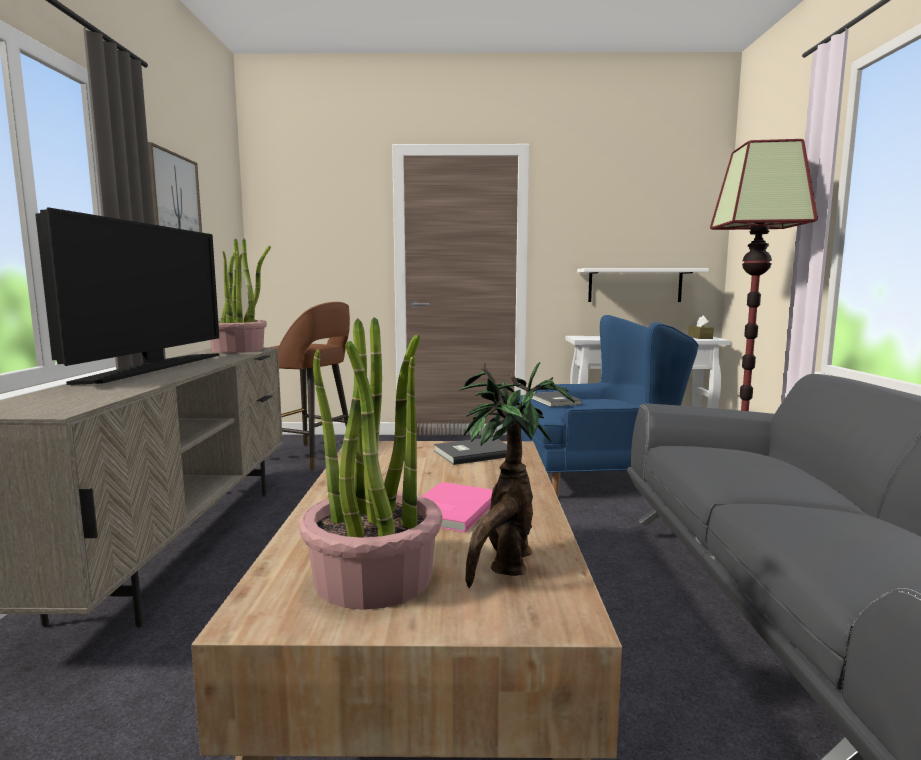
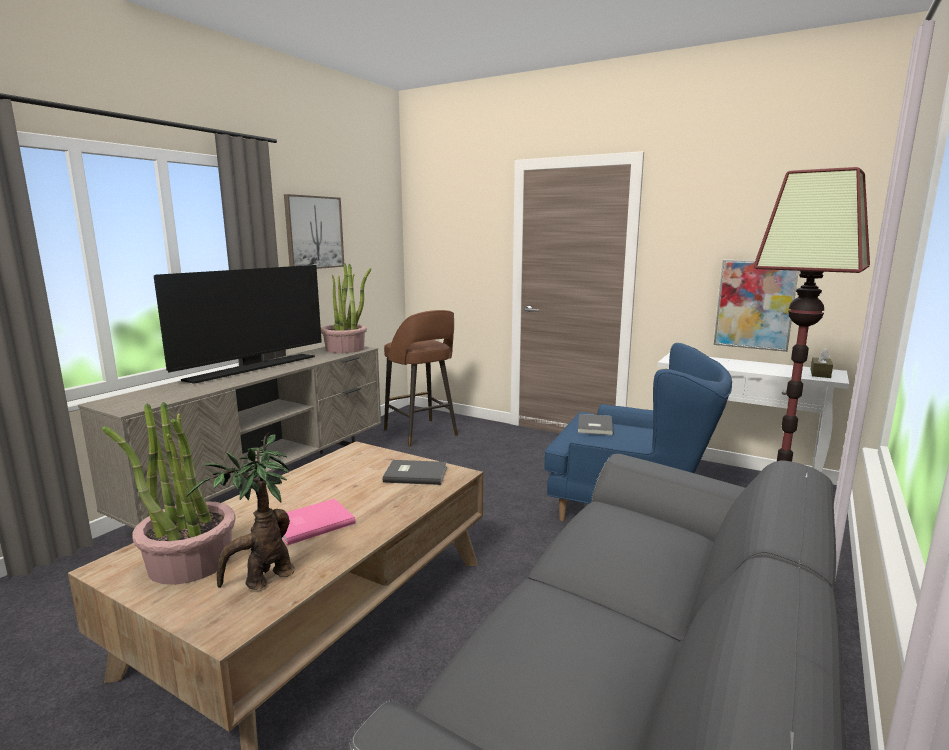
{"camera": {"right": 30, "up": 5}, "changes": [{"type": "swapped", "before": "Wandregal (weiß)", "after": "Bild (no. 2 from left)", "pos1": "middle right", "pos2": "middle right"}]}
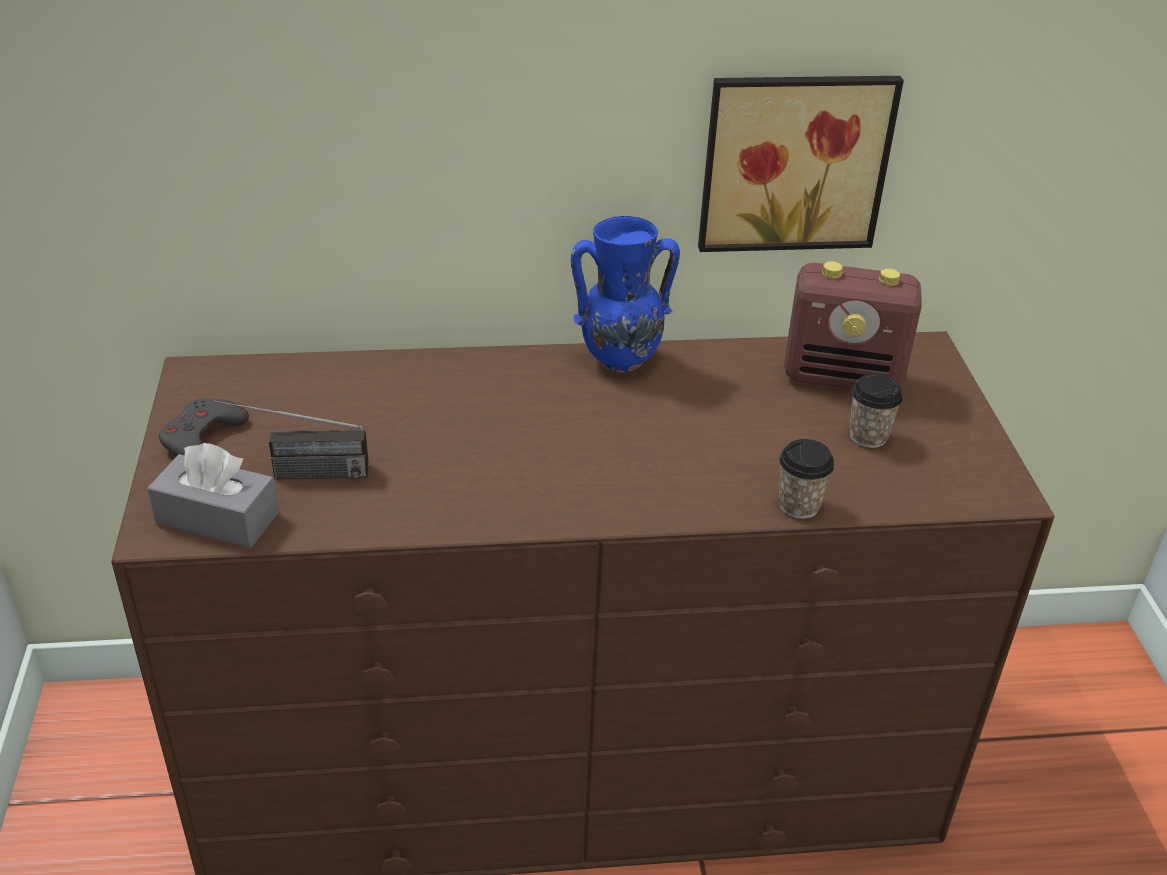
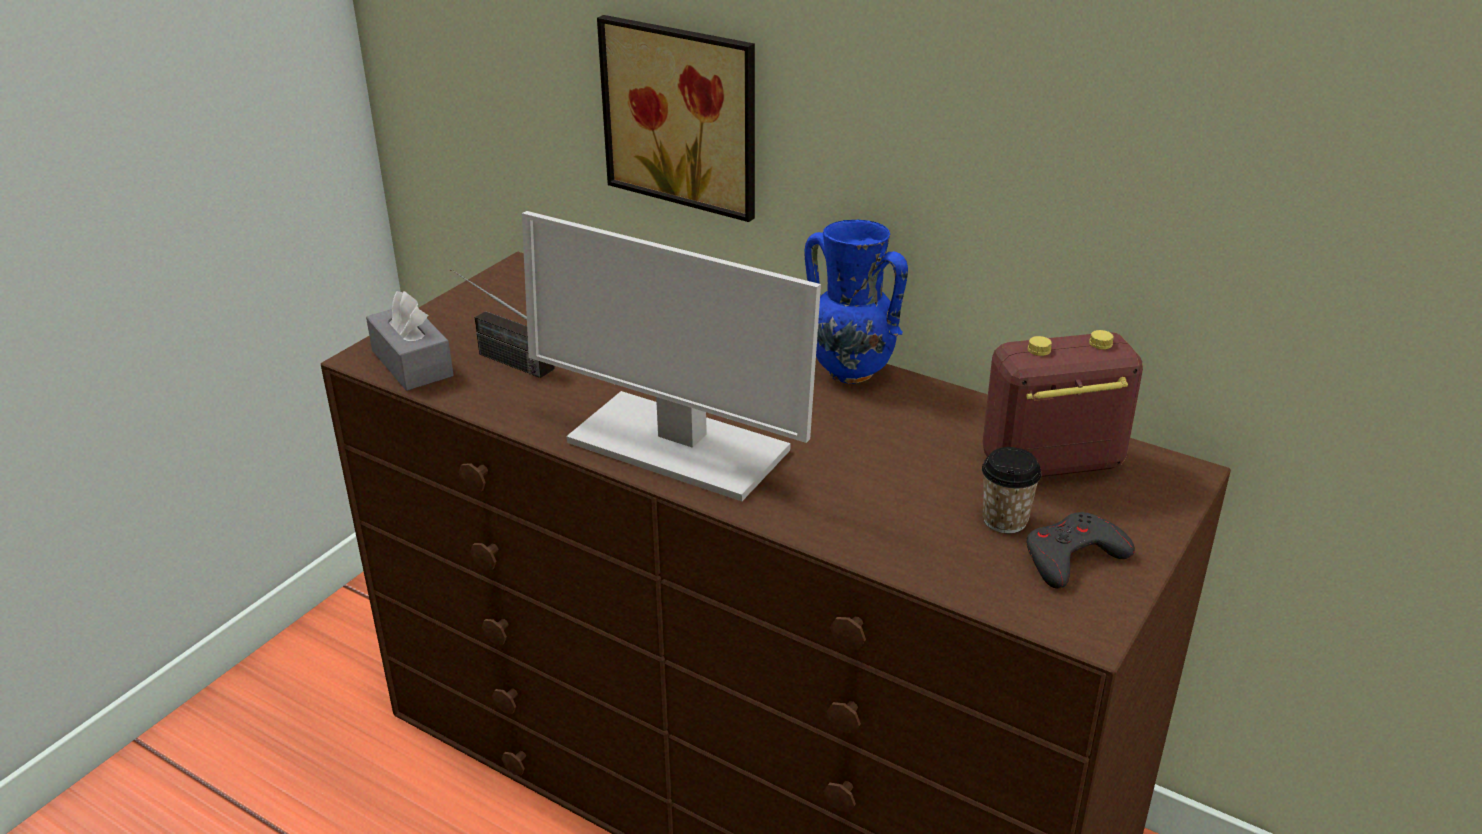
{"camera": {"right": 40, "up": -5}, "changes": [{"type": "new", "after": "Monitor", "pos2": "centre"}, {"type": "shifted", "before": "Bild", "pos1": "top right", "pos2": "top centre"}, {"type": "rotated", "before": "Radio (no. 2 from left)", "pos1": "middle right", "pos2": "middle right", "turn": 120}, {"type": "shifted", "before": "Gamepad (grau)", "pos1": "middle left", "pos2": "middle right"}, {"type": "gone", "before": "Tasse (no. 1 from left)", "pos1": "middle right"}]}
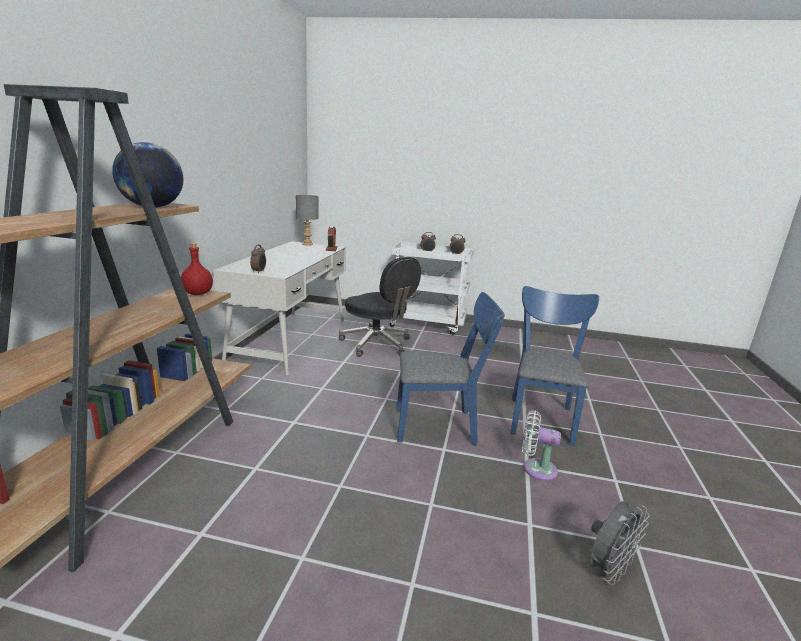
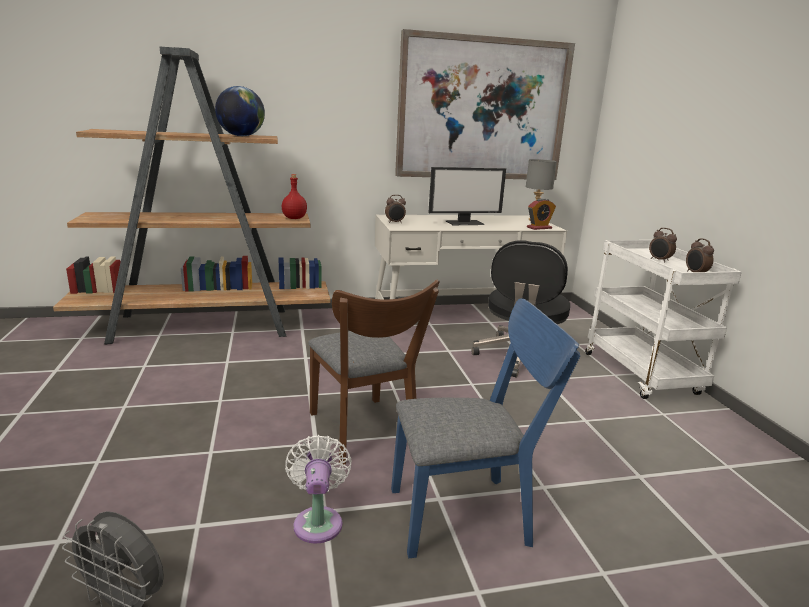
{"camera": {"right": 65, "up": 0}, "changes": [{"type": "repainted", "before": "Stuhl (blau) (no. 1 from left)", "after": "Stuhl (braun)", "pos1": "centre", "pos2": "centre"}, {"type": "new", "after": "Bild", "pos2": "top centre"}, {"type": "new", "after": "Monitor", "pos2": "top centre"}]}
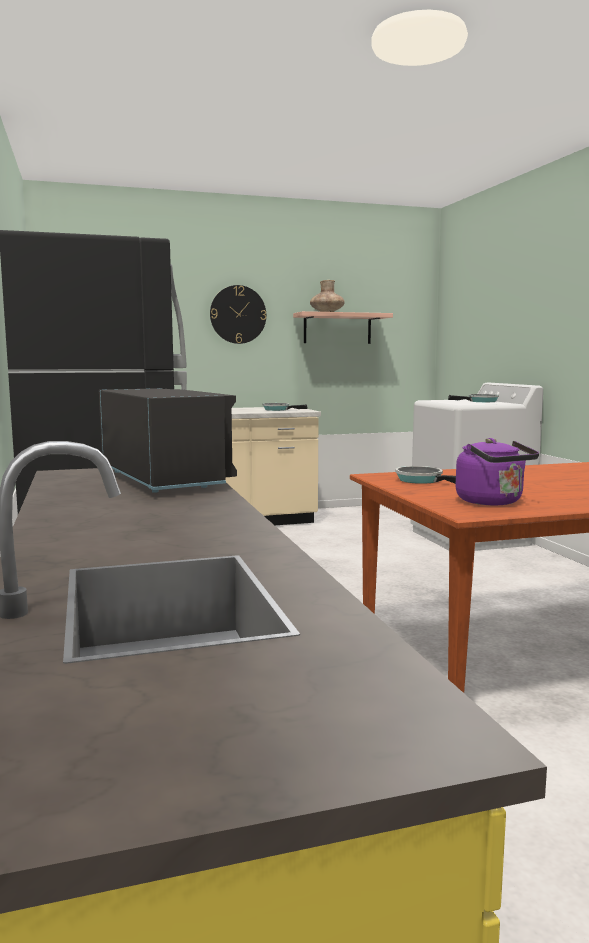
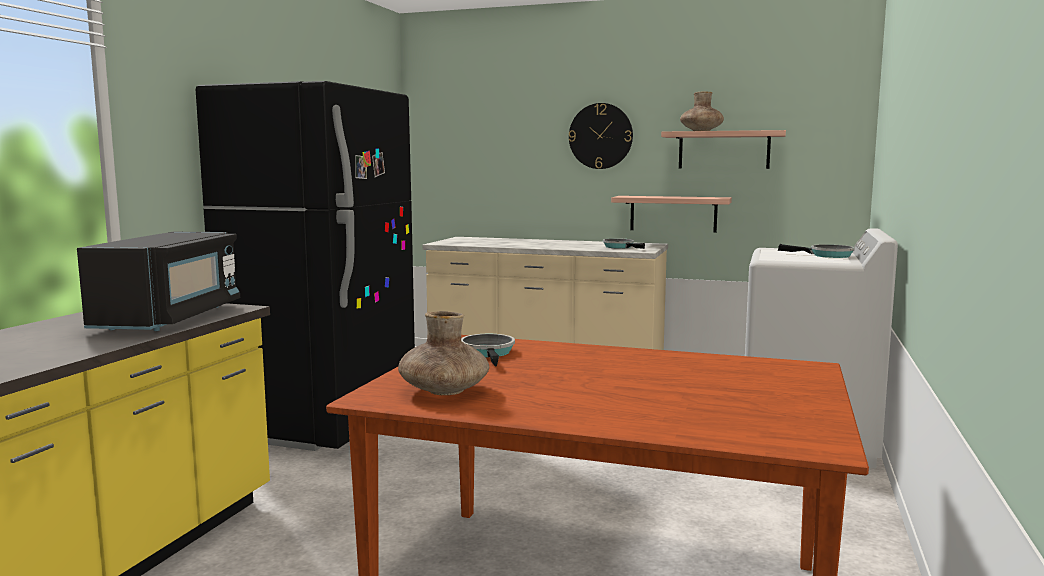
{"camera": {"right": 35, "up": 0}, "changes": [{"type": "swapped", "before": "Wasserkessel (lila)", "after": "Vase (braun) (no. 1 from left)", "pos1": "middle right", "pos2": "centre"}, {"type": "new", "after": "Wandregal (no. 1 from left)", "pos2": "centre"}]}
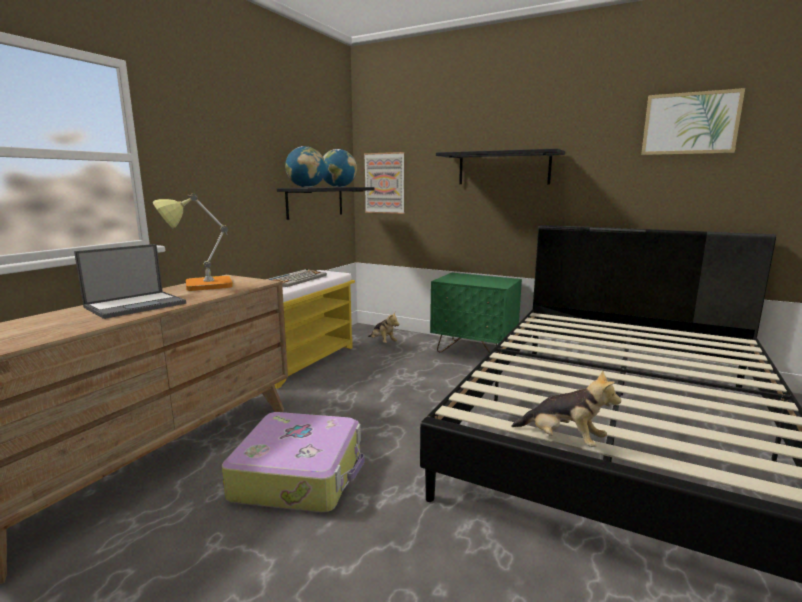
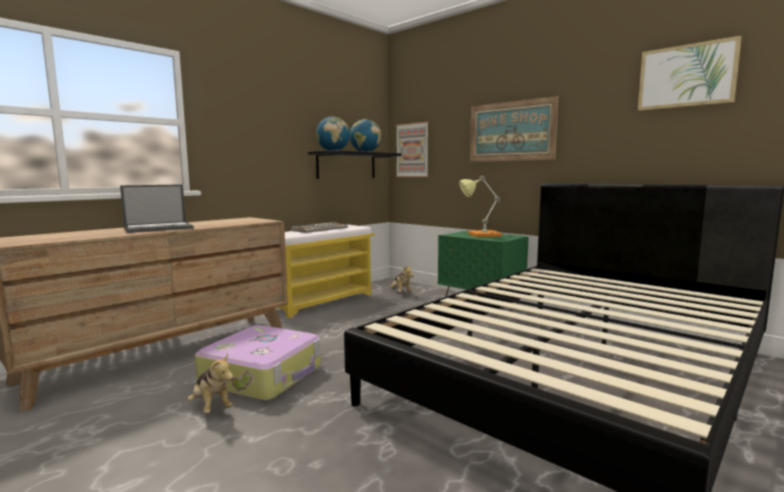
{"camera": {"right": 15, "up": -5}, "changes": [{"type": "shifted", "before": "Plüschtier (no. 2 from left in the first image)", "after": "Plüschtier (no. 1 from left)", "pos1": "bottom right", "pos2": "bottom left"}, {"type": "shifted", "before": "Tischlampe", "pos1": "middle left", "pos2": "centre"}, {"type": "swapped", "before": "Wandregal (schwarz) (no. 2 from left)", "after": "Bild (no. 2 from left)", "pos1": "top centre", "pos2": "top centre"}]}
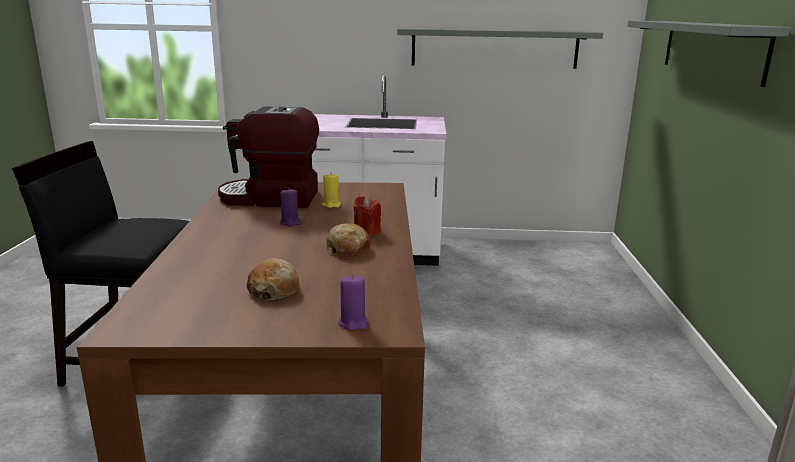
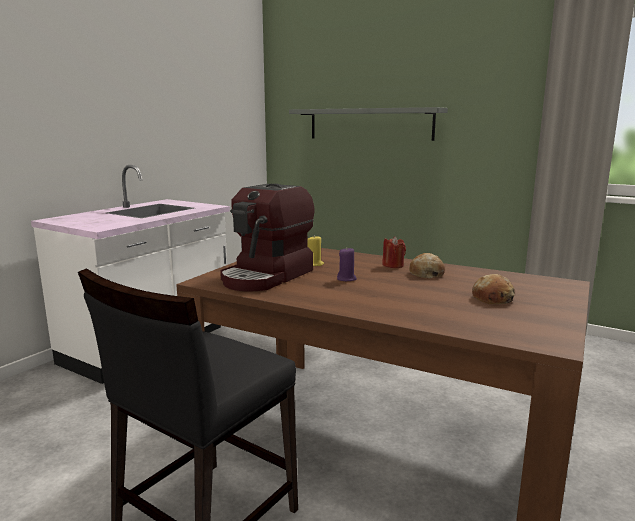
{"camera": {"right": -60, "up": -5}, "changes": [{"type": "gone", "before": "Kerze (lila) (no. 2 from left)", "pos1": "centre"}, {"type": "gone", "before": "Wandregal (grau) (no. 1 from left)", "pos1": "top centre"}]}
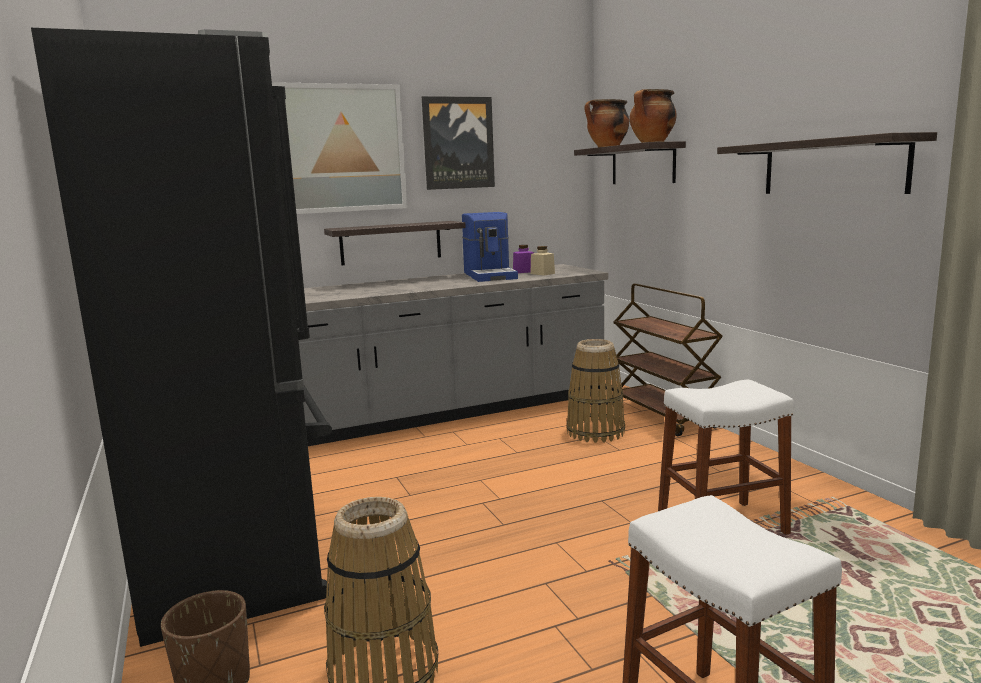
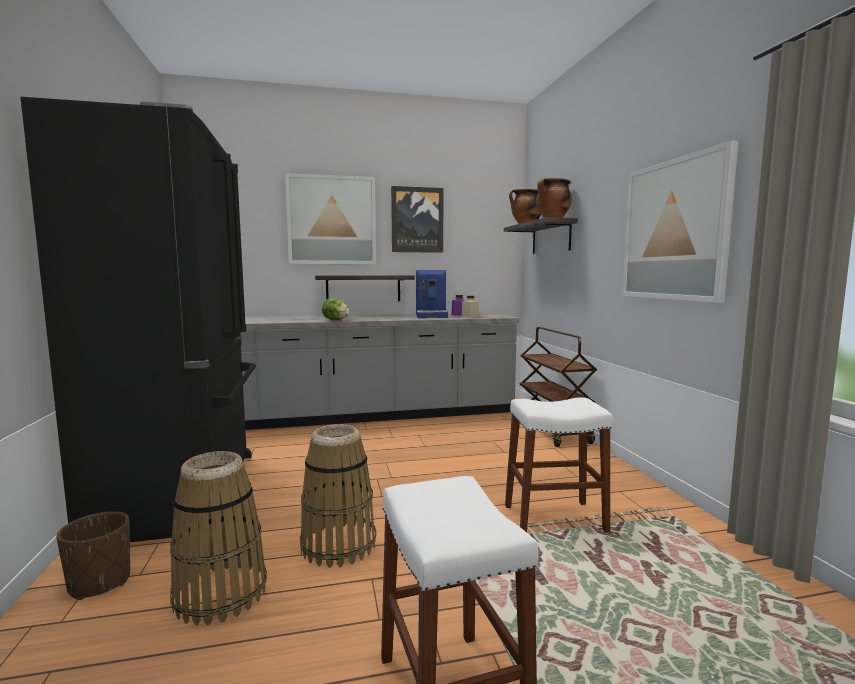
{"camera": {"right": 10, "up": -5}, "changes": [{"type": "shifted", "before": "Korb (no. 2 from left)", "pos1": "centre", "pos2": "bottom centre"}, {"type": "new", "after": "Salatkopf", "pos2": "centre"}, {"type": "swapped", "before": "Wandregal (no. 3 from left)", "after": "Bild (no. 3 from left)", "pos1": "top right", "pos2": "top right"}]}
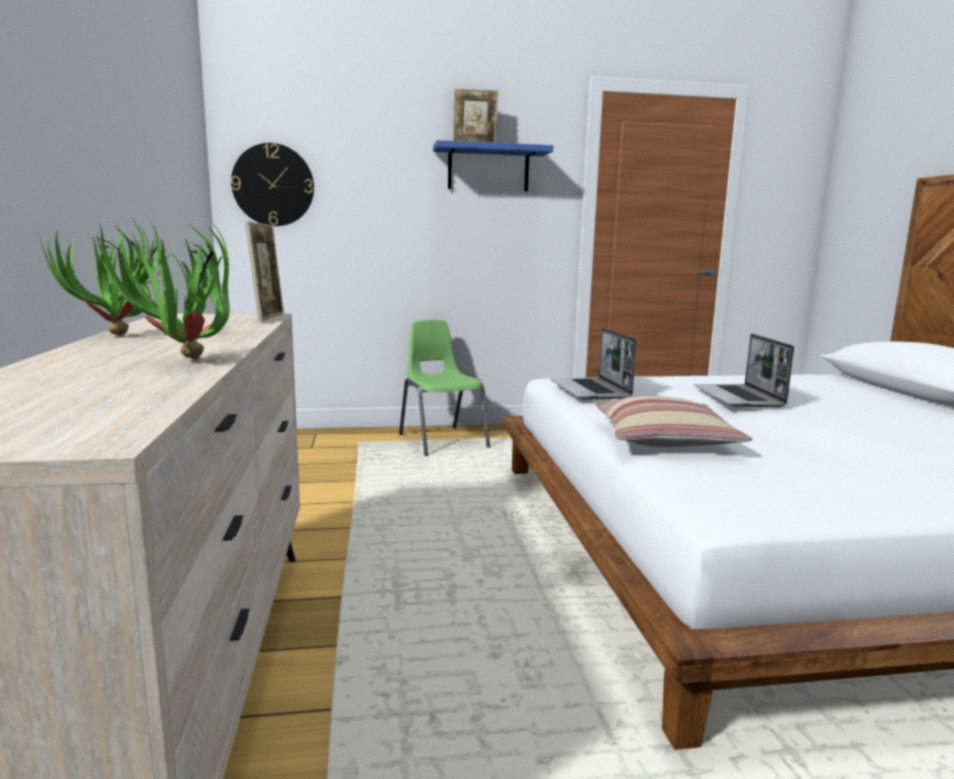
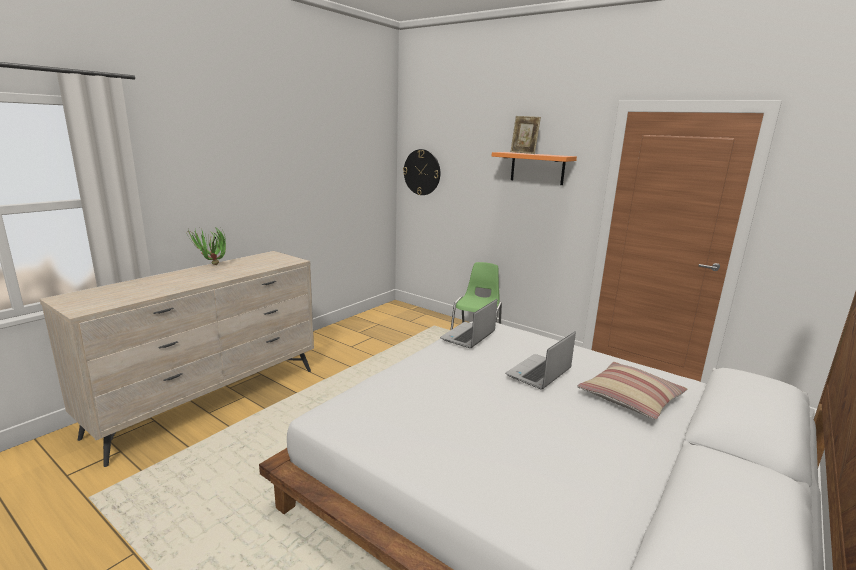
{"camera": {"right": 45, "up": 5}, "changes": [{"type": "repainted", "before": "Wandregal (blau)", "after": "Wandregal (orange)", "pos1": "top centre", "pos2": "top centre"}, {"type": "shifted", "before": "Kissen", "pos1": "middle right", "pos2": "bottom right"}, {"type": "gone", "before": "Topfpflanze (no. 2 from left)", "pos1": "middle left"}, {"type": "gone", "before": "Bilderrahmen (no. 1 from left)", "pos1": "middle left"}]}
